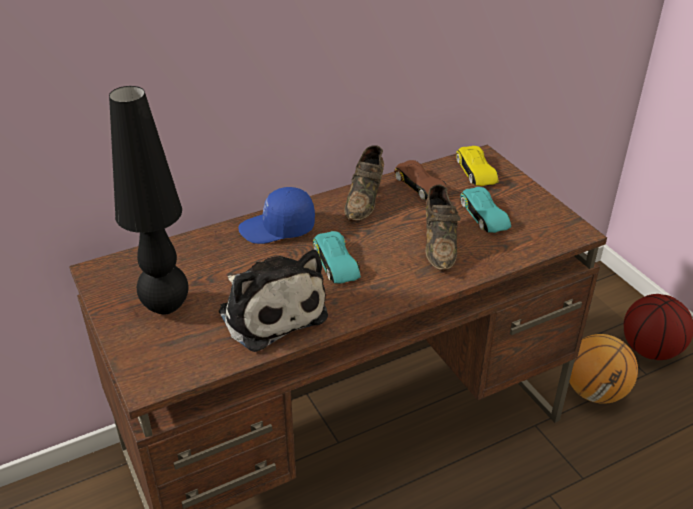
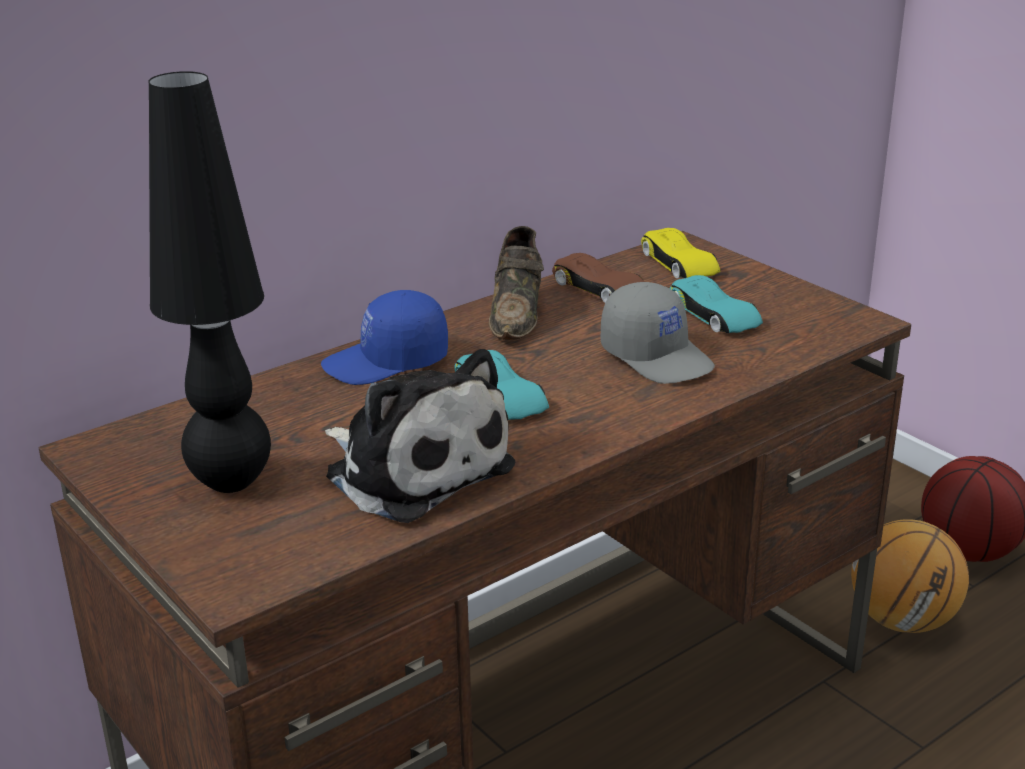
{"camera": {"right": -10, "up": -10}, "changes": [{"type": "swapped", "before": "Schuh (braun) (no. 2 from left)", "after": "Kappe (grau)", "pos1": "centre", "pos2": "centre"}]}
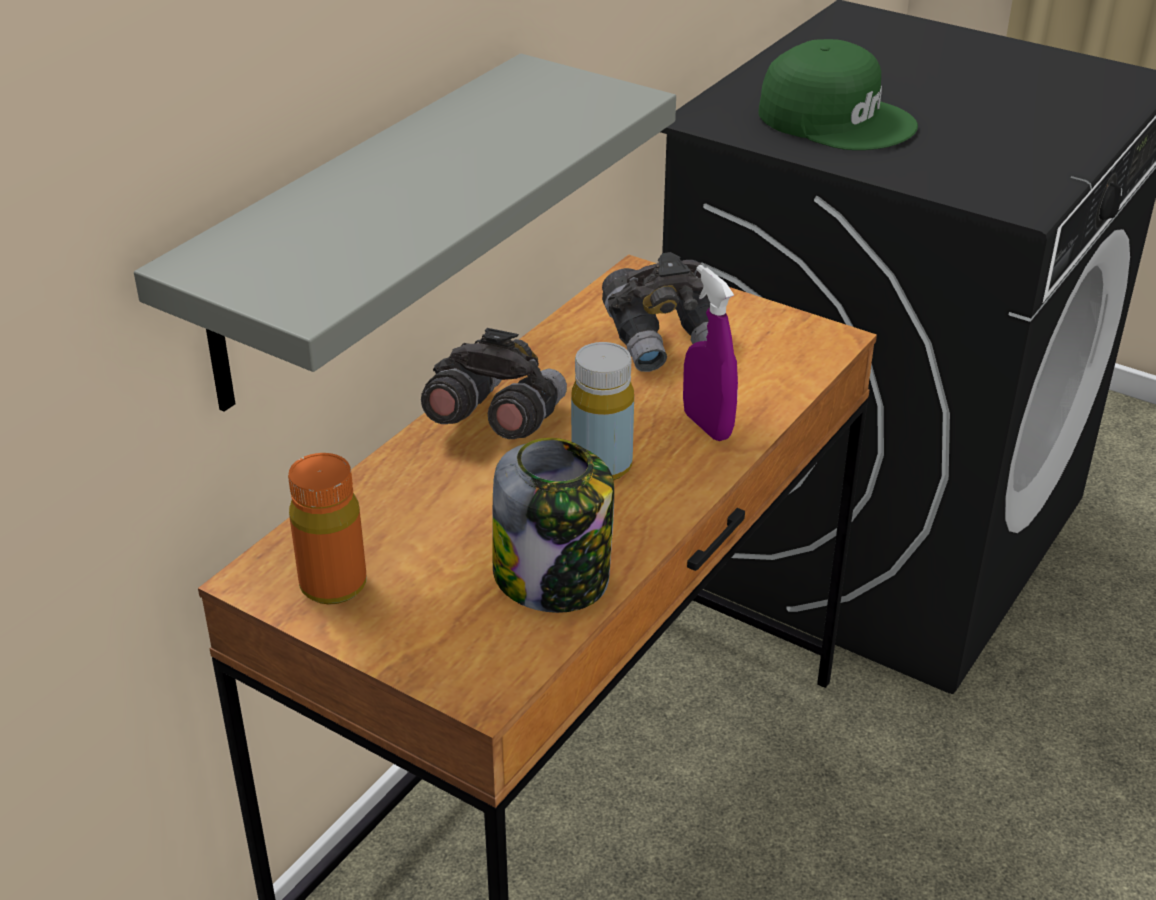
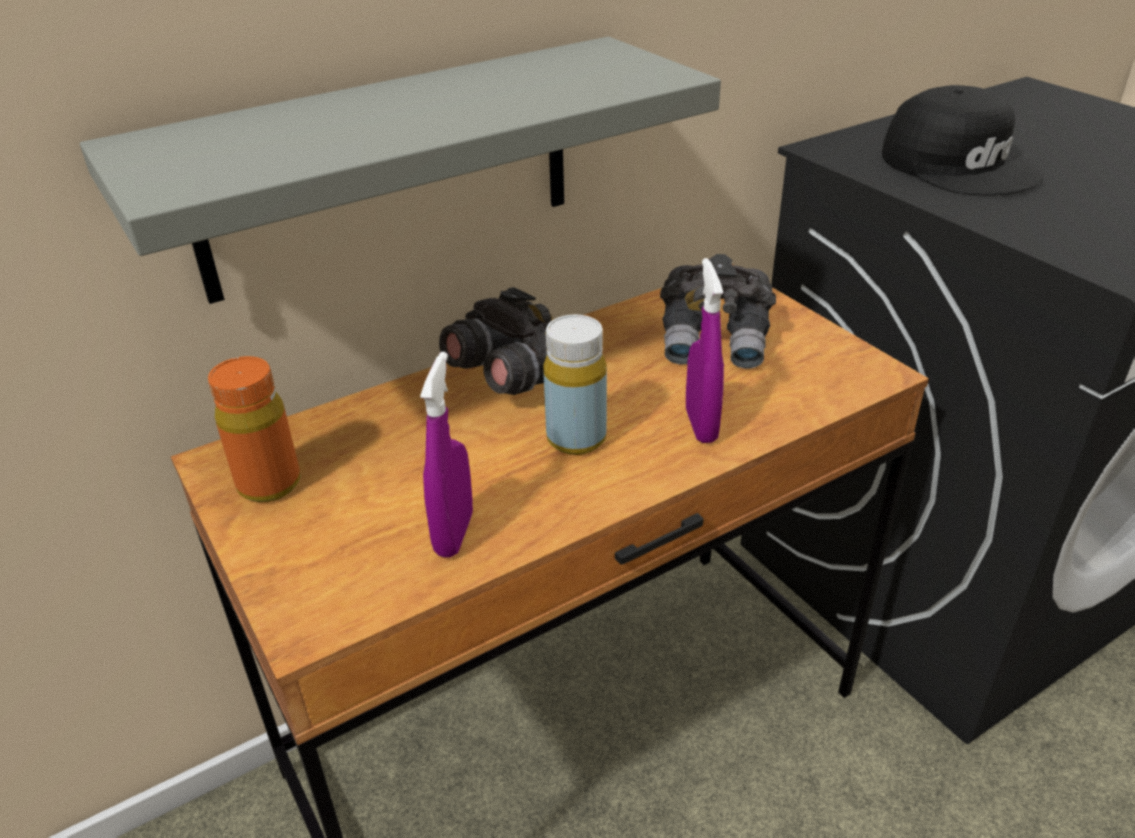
{"camera": {"right": 25, "up": 0}, "changes": [{"type": "swapped", "before": "Vorratsglas", "after": "Sprühflasche (lila) (no. 1 from left)", "pos1": "centre", "pos2": "centre"}, {"type": "repainted", "before": "Kappe (grün)", "after": "Kappe (schwarz)", "pos1": "top right", "pos2": "top right"}]}
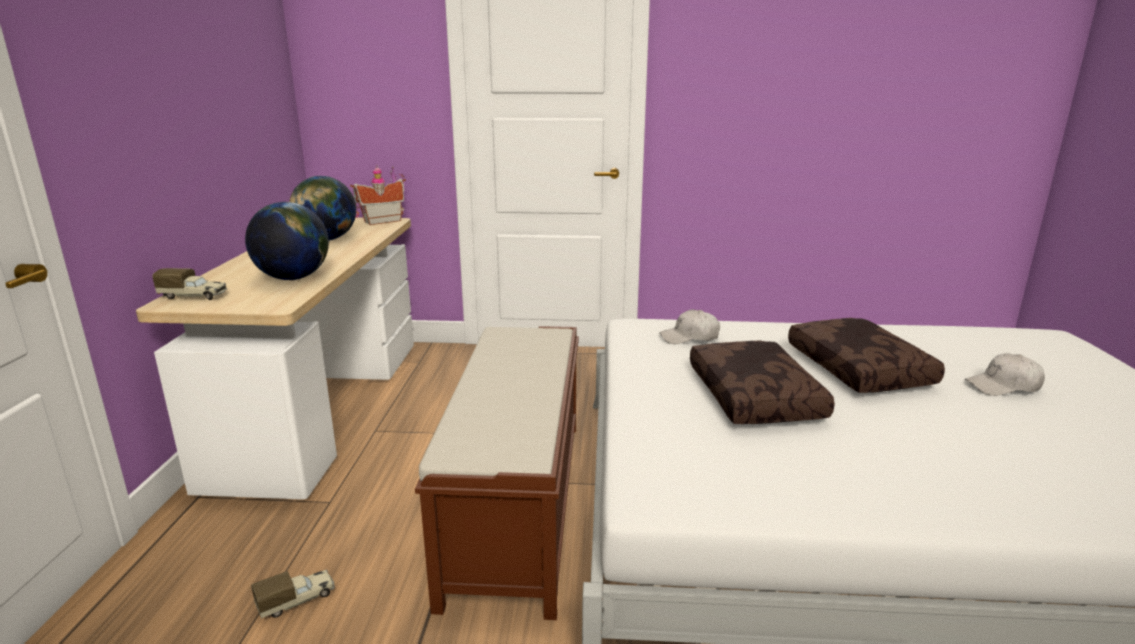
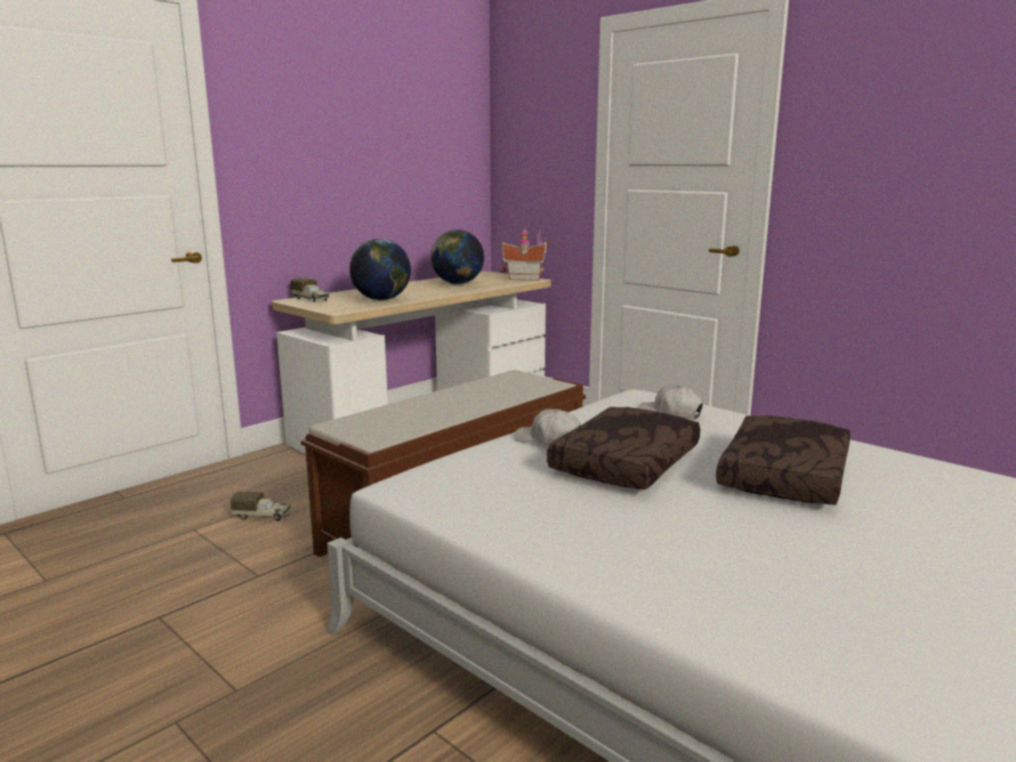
{"camera": {"right": 40, "up": -5}, "changes": [{"type": "shifted", "before": "Kappe (weiß) (no. 2 from left in the first image)", "after": "Kappe (weiß) (no. 1 from left)", "pos1": "middle right", "pos2": "centre"}]}
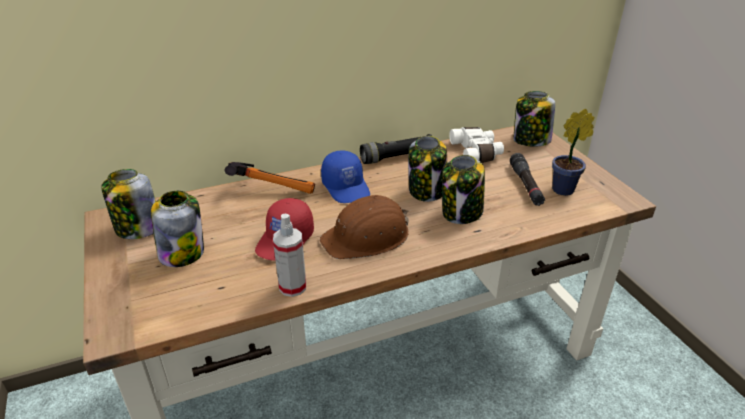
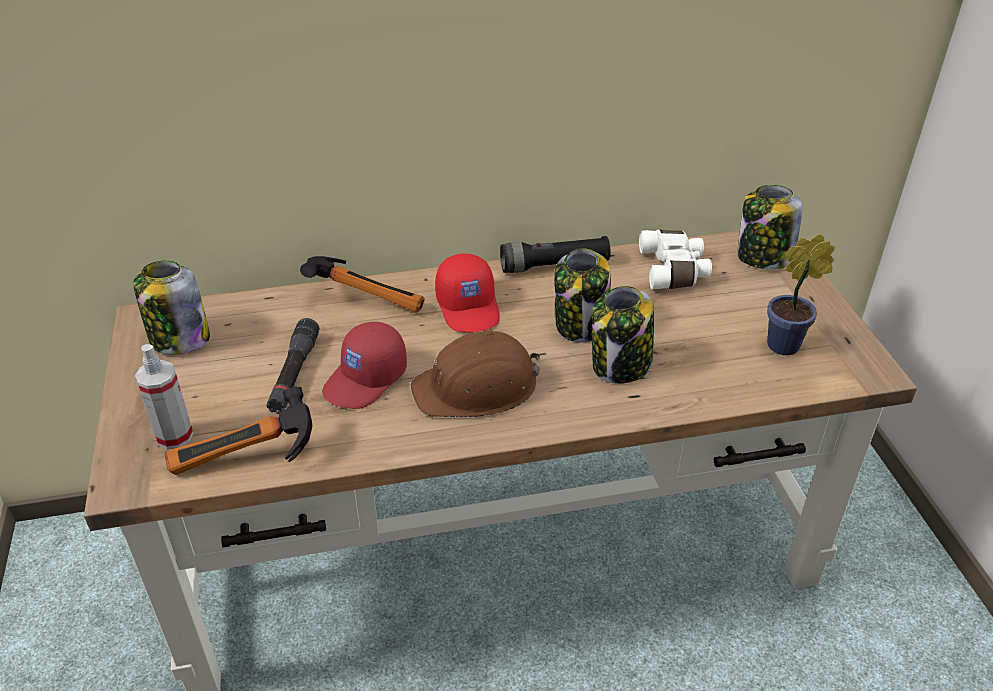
{"camera": {"right": 10, "up": 5}, "changes": [{"type": "shifted", "before": "Sprühflasche", "pos1": "centre", "pos2": "middle left"}, {"type": "new", "after": "Hammer (no. 1 from left)", "pos2": "middle left"}, {"type": "shifted", "before": "Taschenlampe (schwarz) (no. 2 from left in the first image)", "after": "Taschenlampe (schwarz) (no. 1 from left)", "pos1": "middle right", "pos2": "middle left"}, {"type": "repainted", "before": "Kappe (blau)", "after": "Kappe (rot) (no. 2 from left)", "pos1": "centre", "pos2": "centre"}, {"type": "gone", "before": "Vorratsglas (no. 2 from left)", "pos1": "middle left"}]}
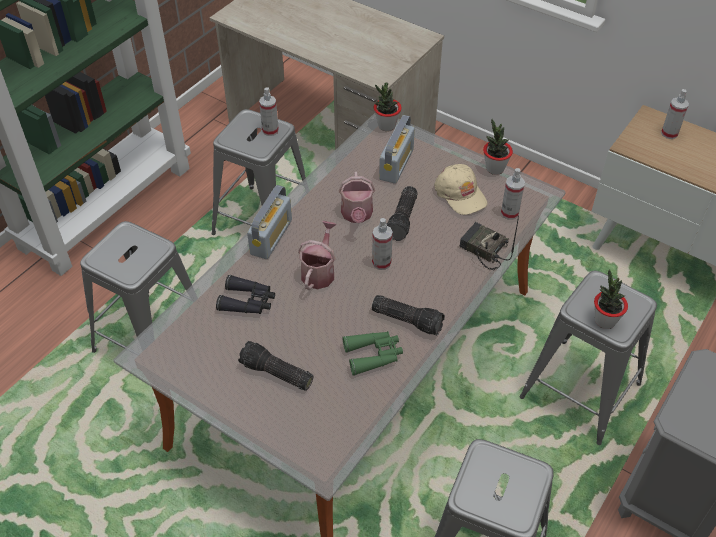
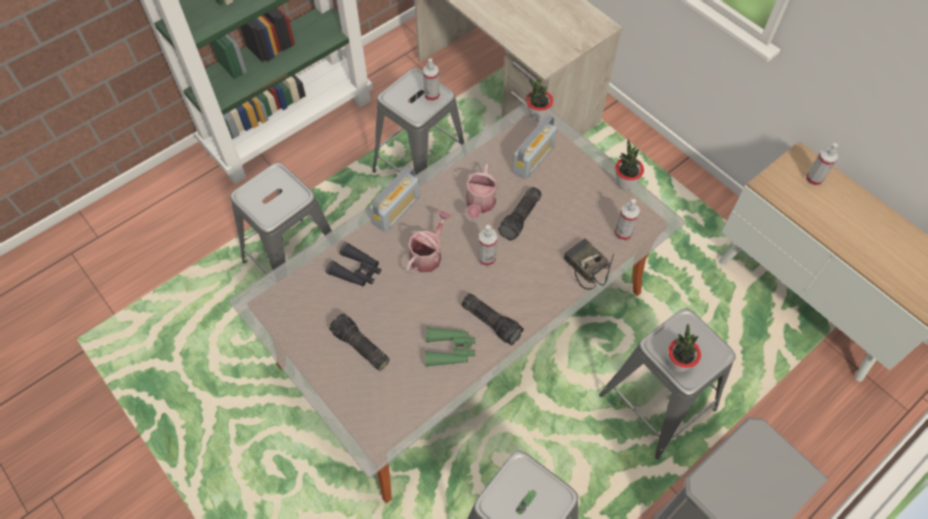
{"camera": {"right": 15, "up": 10}, "changes": [{"type": "gone", "before": "Kappe (beige)", "pos1": "centre"}]}
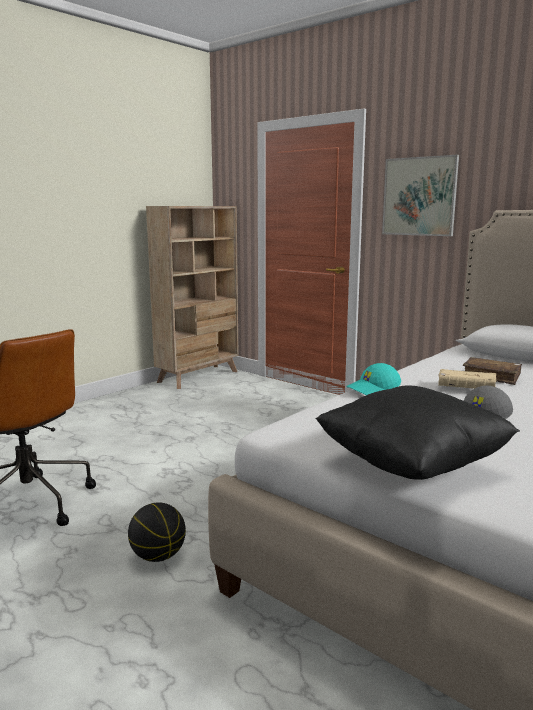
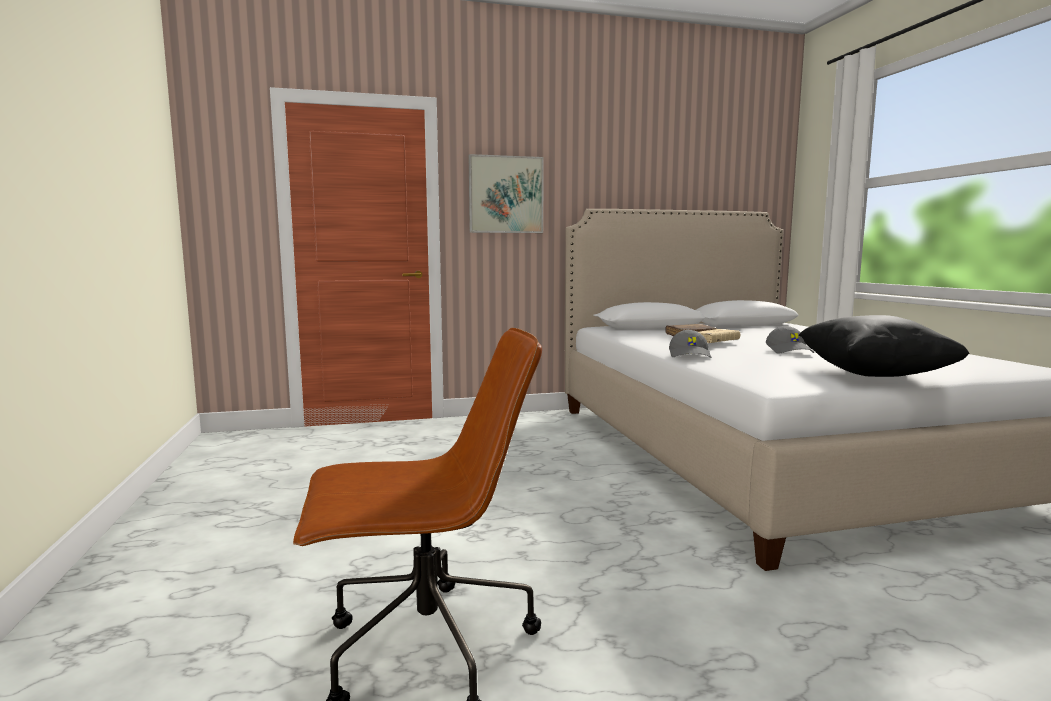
{"camera": {"right": -55, "up": -5}, "changes": [{"type": "repainted", "before": "Kappe (türkis)", "after": "Kappe (grau) (no. 1 from left)", "pos1": "middle right", "pos2": "centre"}, {"type": "gone", "before": "Basketball", "pos1": "bottom left"}, {"type": "gone", "before": "Bücherregal (beige)", "pos1": "centre"}]}
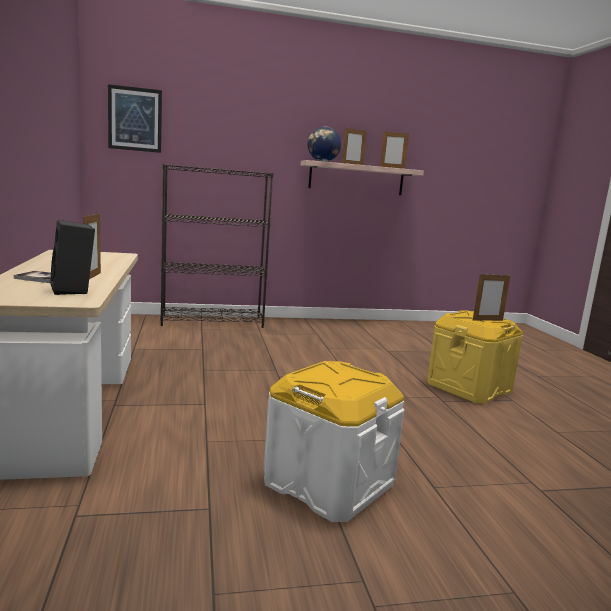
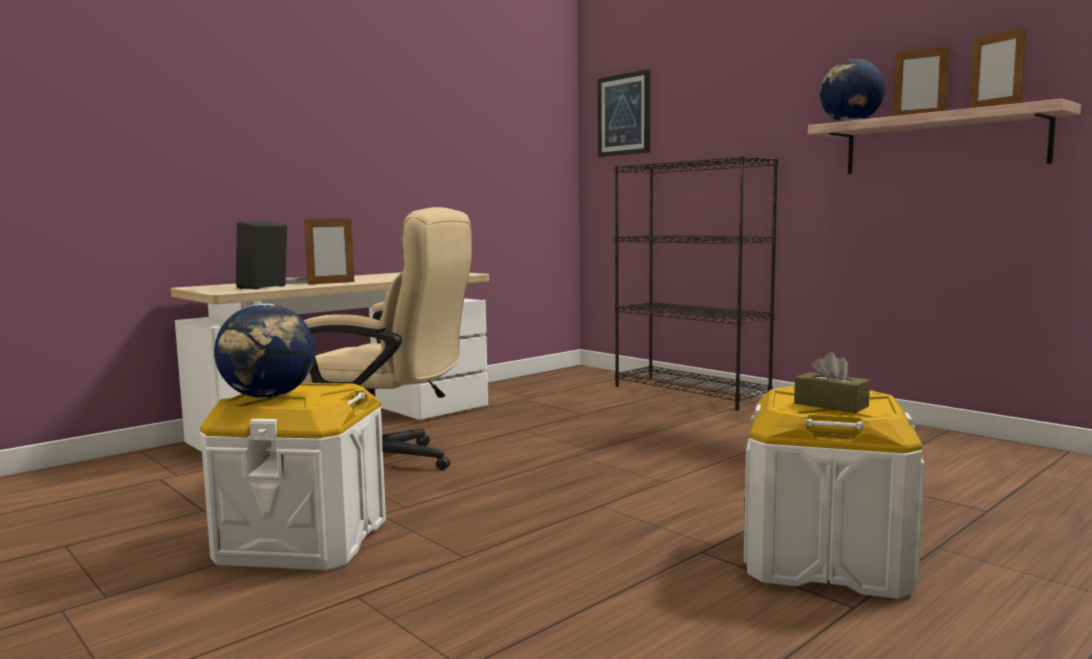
{"camera": {"right": 60, "up": -5}, "changes": [{"type": "new", "after": "Globus (no. 1 from left)", "pos2": "middle left"}, {"type": "new", "after": "Bürostuhl (beige)", "pos2": "centre"}, {"type": "repainted", "before": "Aufbewahrungsbox (gelb)", "after": "Aufbewahrungsbox (weiß) (no. 2 from left)", "pos1": "middle right", "pos2": "bottom right"}, {"type": "swapped", "before": "Bilderrahmen (no. 4 from left)", "after": "Taschentuchbox (braun)", "pos1": "middle right", "pos2": "middle right"}]}
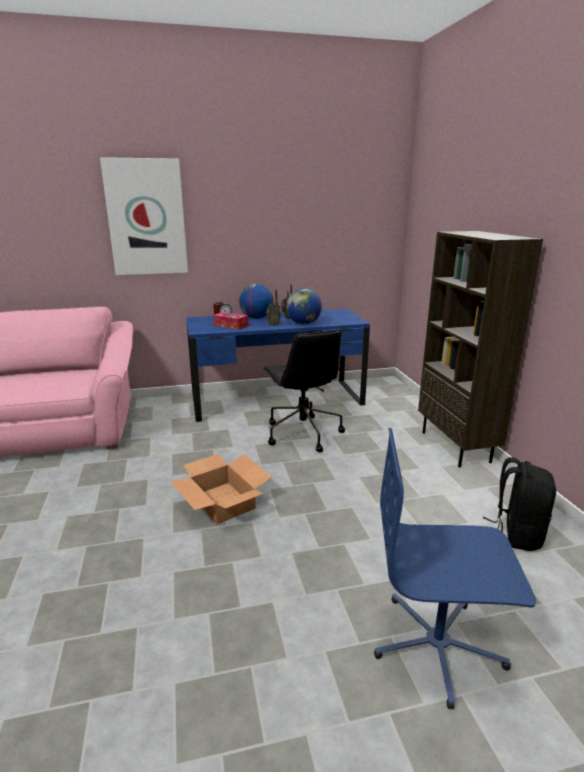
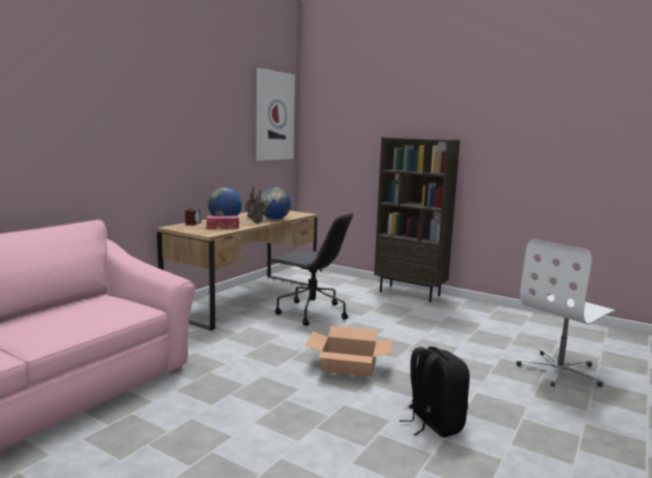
{"camera": {"right": -45, "up": -10}, "changes": [{"type": "repainted", "before": "Schreibtisch (blau)", "after": "Schreibtisch (braun)", "pos1": "centre", "pos2": "centre"}, {"type": "shifted", "before": "Bild", "pos1": "top left", "pos2": "top centre"}, {"type": "shifted", "before": "Rucksack (schwarz)", "pos1": "middle right", "pos2": "bottom centre"}, {"type": "repainted", "before": "Bürostuhl (blau)", "after": "Bürostuhl (weiß)", "pos1": "bottom right", "pos2": "middle right"}]}
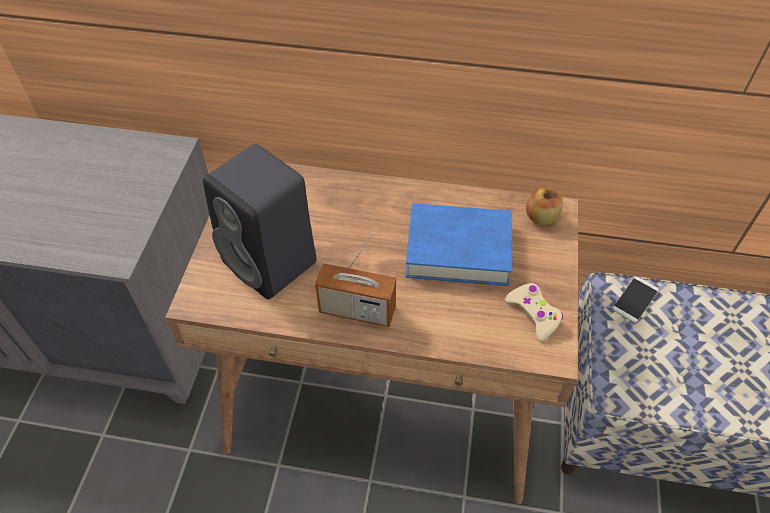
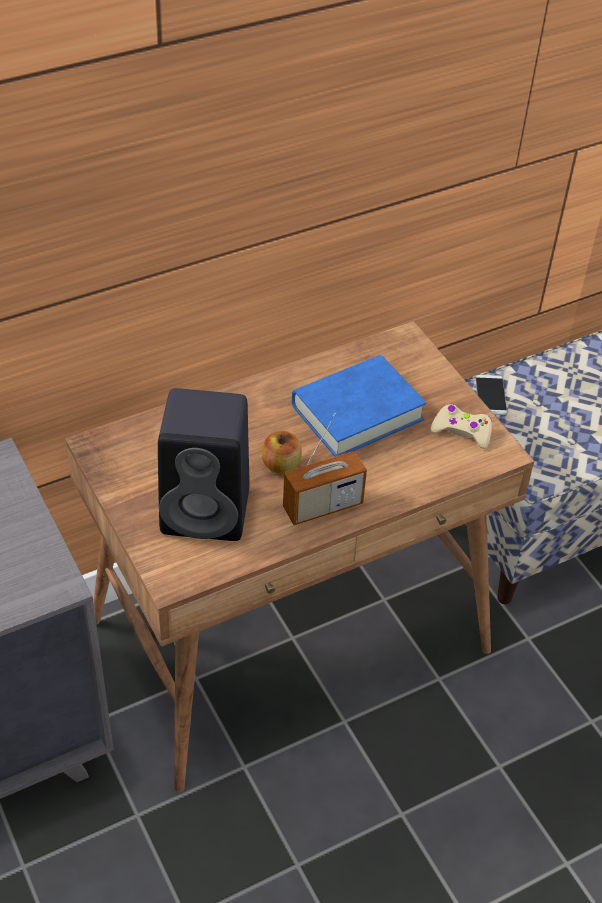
{"camera": {"right": -40, "up": -5}, "changes": [{"type": "shifted", "before": "Apfel", "pos1": "middle right", "pos2": "centre"}]}
